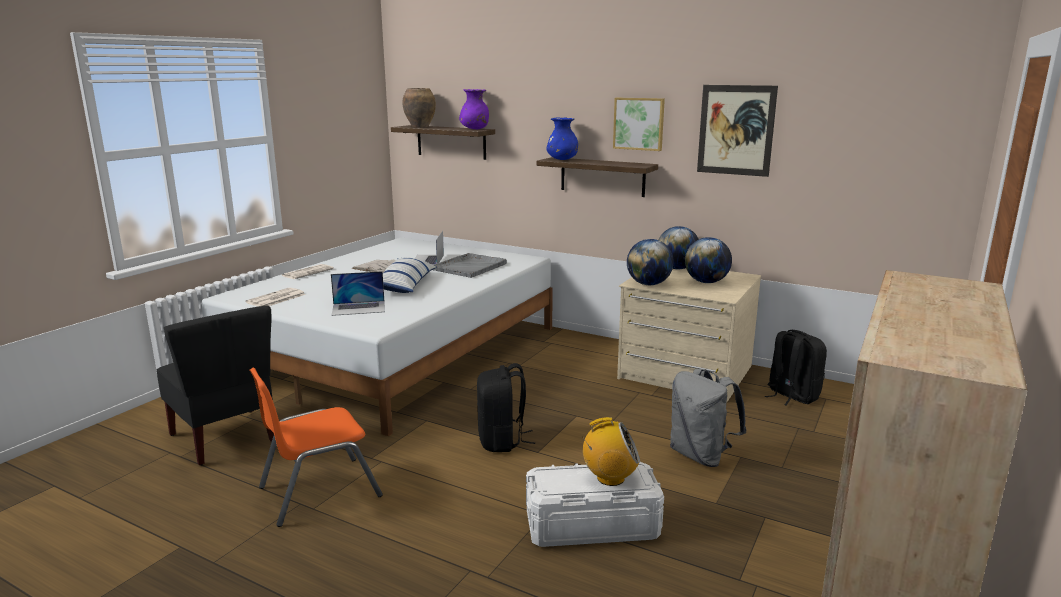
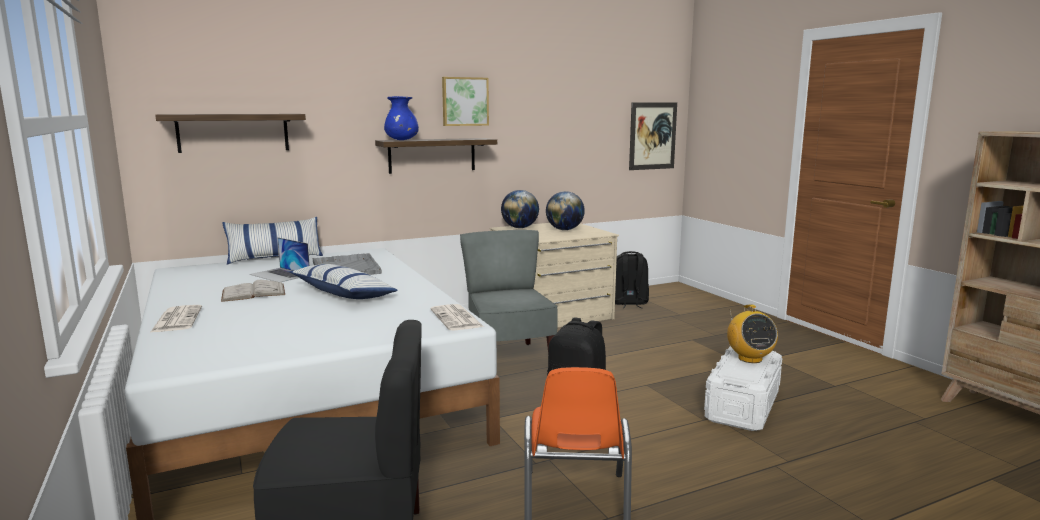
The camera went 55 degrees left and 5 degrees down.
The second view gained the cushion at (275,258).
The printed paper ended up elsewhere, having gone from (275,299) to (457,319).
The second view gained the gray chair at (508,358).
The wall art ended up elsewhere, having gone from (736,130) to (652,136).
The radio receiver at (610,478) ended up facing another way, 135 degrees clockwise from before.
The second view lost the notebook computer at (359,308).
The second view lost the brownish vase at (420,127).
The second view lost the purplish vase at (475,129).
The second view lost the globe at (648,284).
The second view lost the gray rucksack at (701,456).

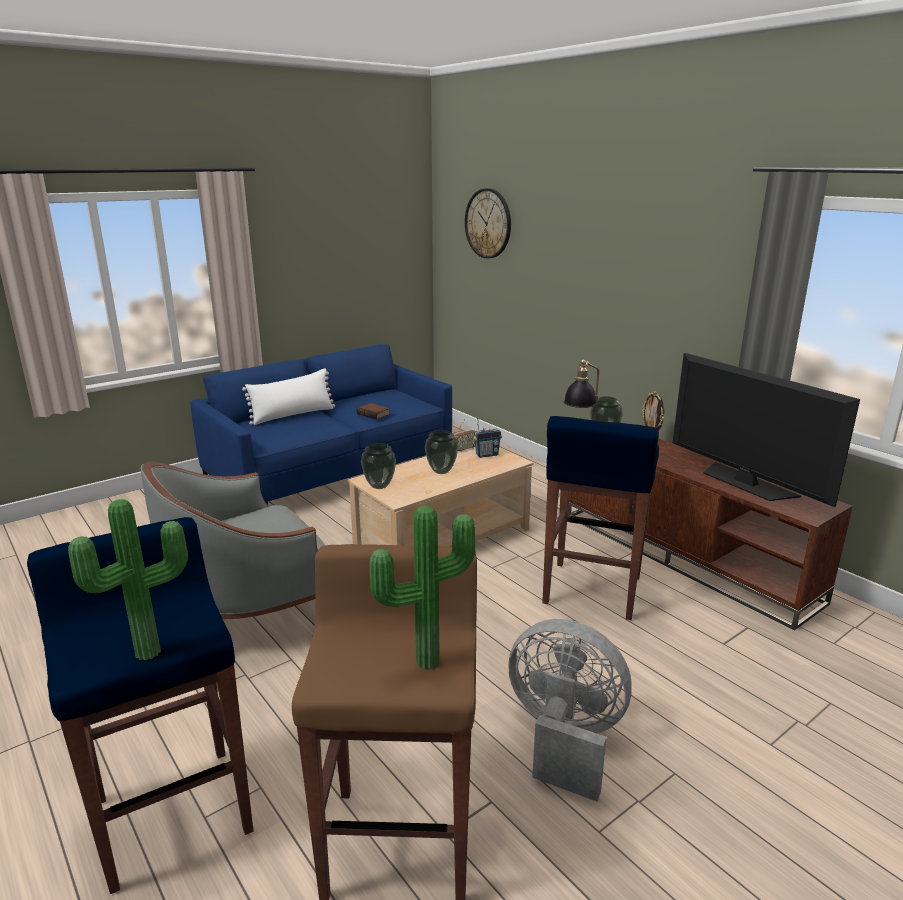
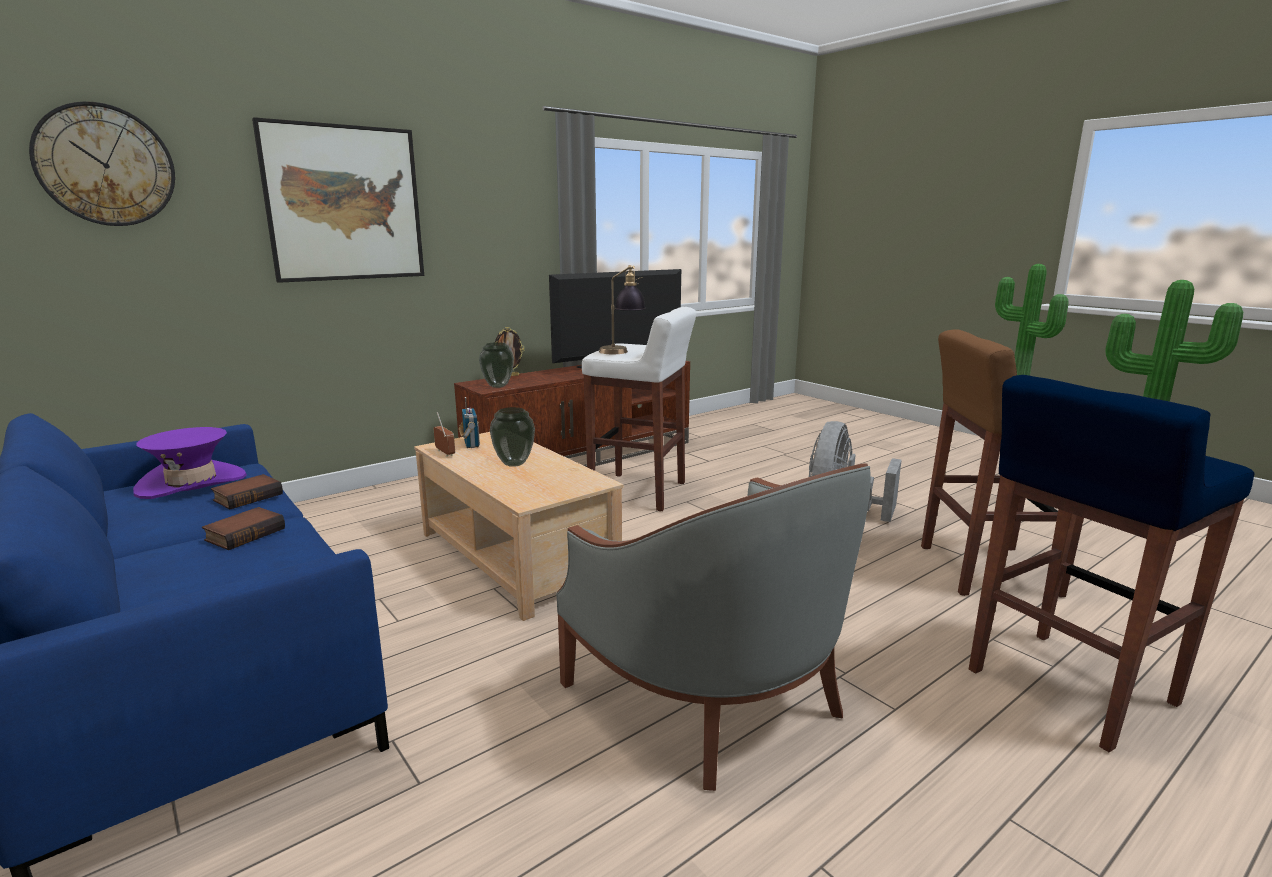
The camera went 90 degrees left and 5 degrees down.
The second view gained the purplish clothing hat at (191,483).
The second view gained the bound book at (245,533).
The second view gained the wall art at (344,204).
What was the blue stool seat at (591,591) turned into the white stool seat at (640,492).
The second view lost the white cushion at (293,415).
The second view lost the vase at (379,486).

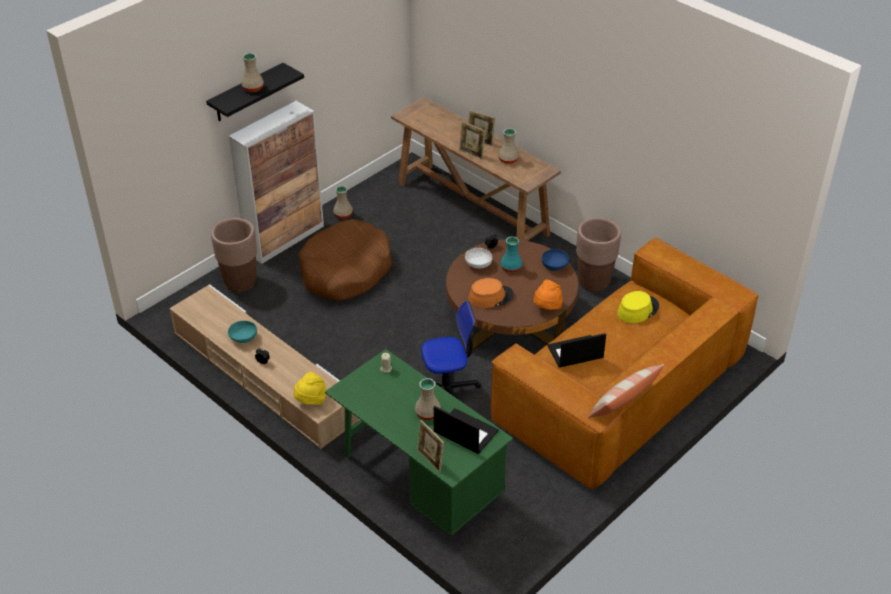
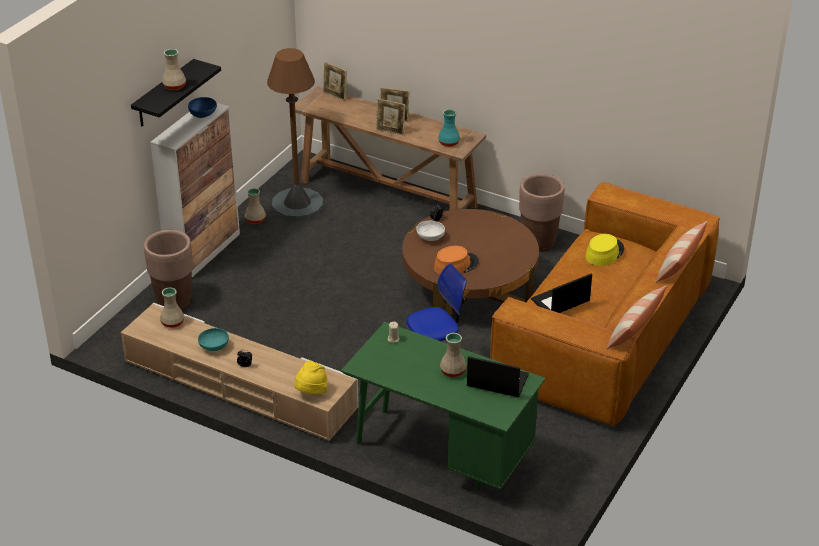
The camera went 15 degrees left and 5 degrees down.
The beige vase ended up elsewhere, having gone from (508,160) to (172,323).
The blue deep dish ended up elsewhere, having gone from (555,266) to (203,114).
The second view gained the brownish standing lamp at (297,203).
The picture frame ended up elsewhere, having gone from (430,460) to (335,96).
The turquoise vase ended up elsewhere, having gone from (511,267) to (448,142).
The second view gained the cushion at (679,264).
The second view lost the brownish pet bed at (345,271).
The second view lost the orange-coloured clothing hat at (547,307).

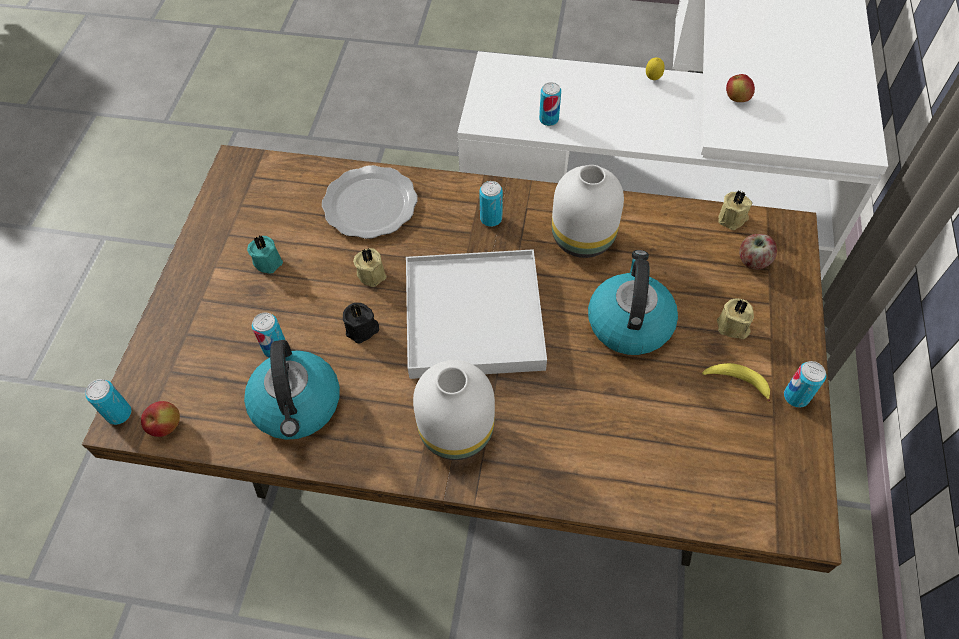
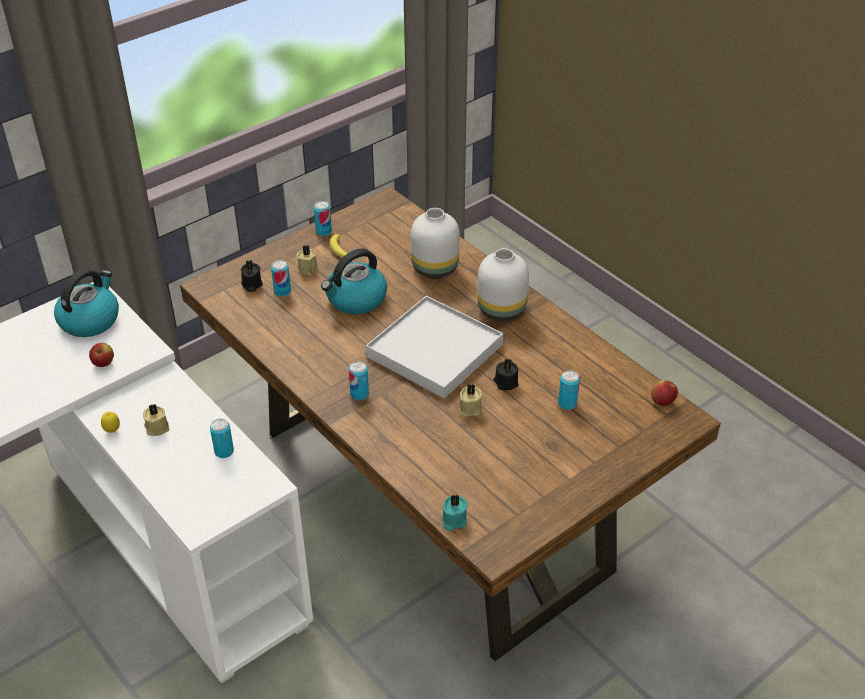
The camera went 140 degrees left and 15 degrees down.
The water kettle ended up elsewhere, having gone from (297,406) to (90,320).
The beige wax candle ended up elsewhere, having gone from (733,218) to (156,427).
Where the whole apple stood at (753,261), the black wax candle came to stand at (251,285).
The can ended up elsewhere, having gone from (119,414) to (282,292).
The white vase ended up elsewhere, having gone from (584,238) to (434,267).
The turquoise wax candle ended up elsewhere, having gone from (268,261) to (453,520).
The second view lost the dinner plate at (370,203).

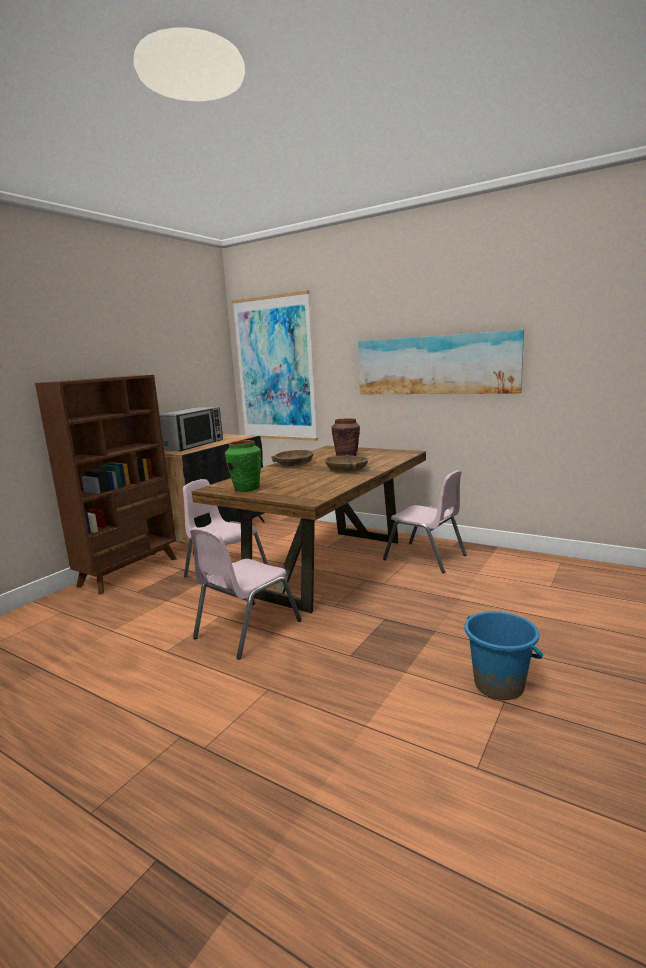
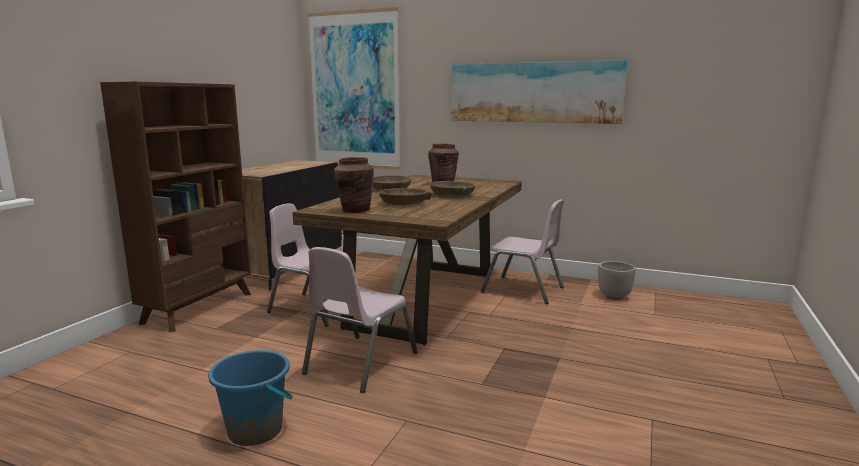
The camera went 10 degrees left and 0 degrees up.
The blue pail ended up elsewhere, having gone from (499,685) to (256,430).
What was the greenish vase at (246,489) turned into the brownish vase at (355,210).
The second view gained the brownish deep dish at (404,203).
The second view gained the gray flower pot at (614,296).
The second view lost the microwave oven at (192,445).

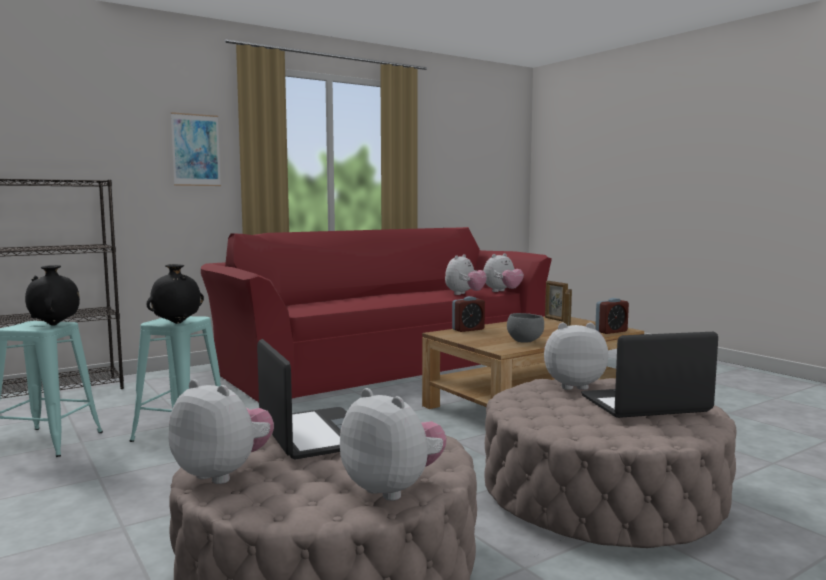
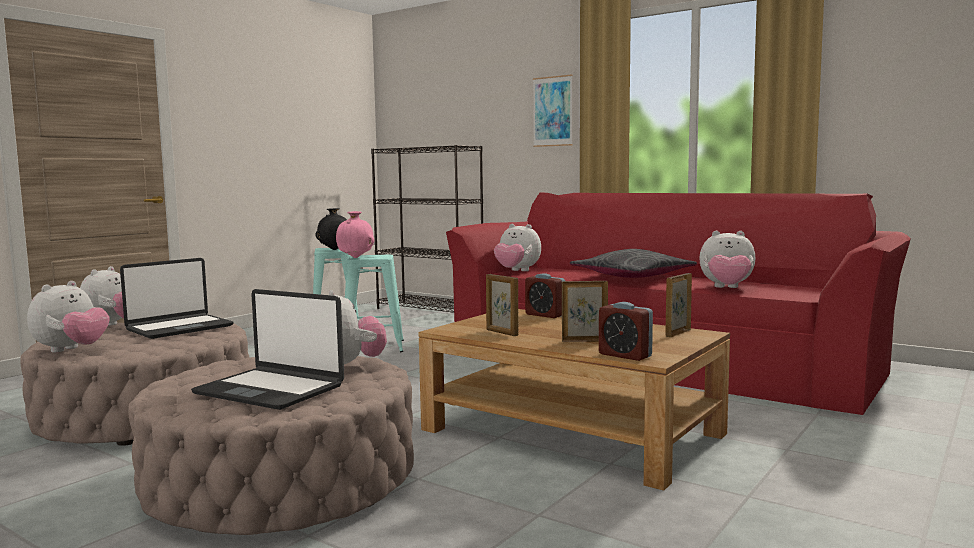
The camera went 70 degrees right and 0 degrees up.
The notebook computer at (645,405) ended up facing another way, 150 degrees clockwise from before.
What was the black vase at (177,323) turned into the pink-coloured vase at (356,258).
Where the gray deep dish stood at (525,341), the picture frame came to stand at (501,333).
The plush toy ended up elsewhere, having gone from (502,291) to (517,271).
The second view gained the gray cushion at (632,277).

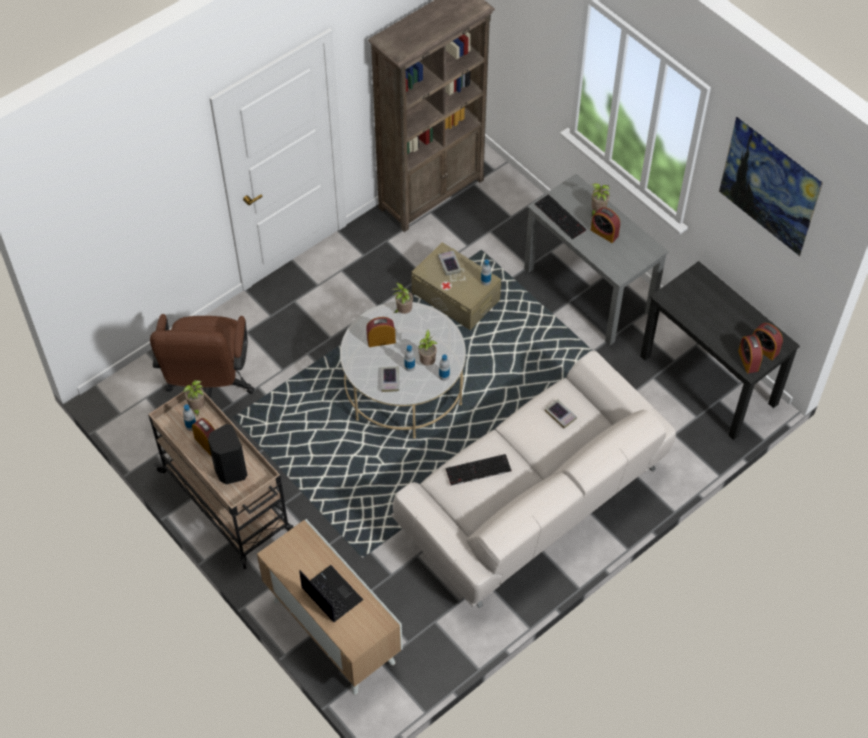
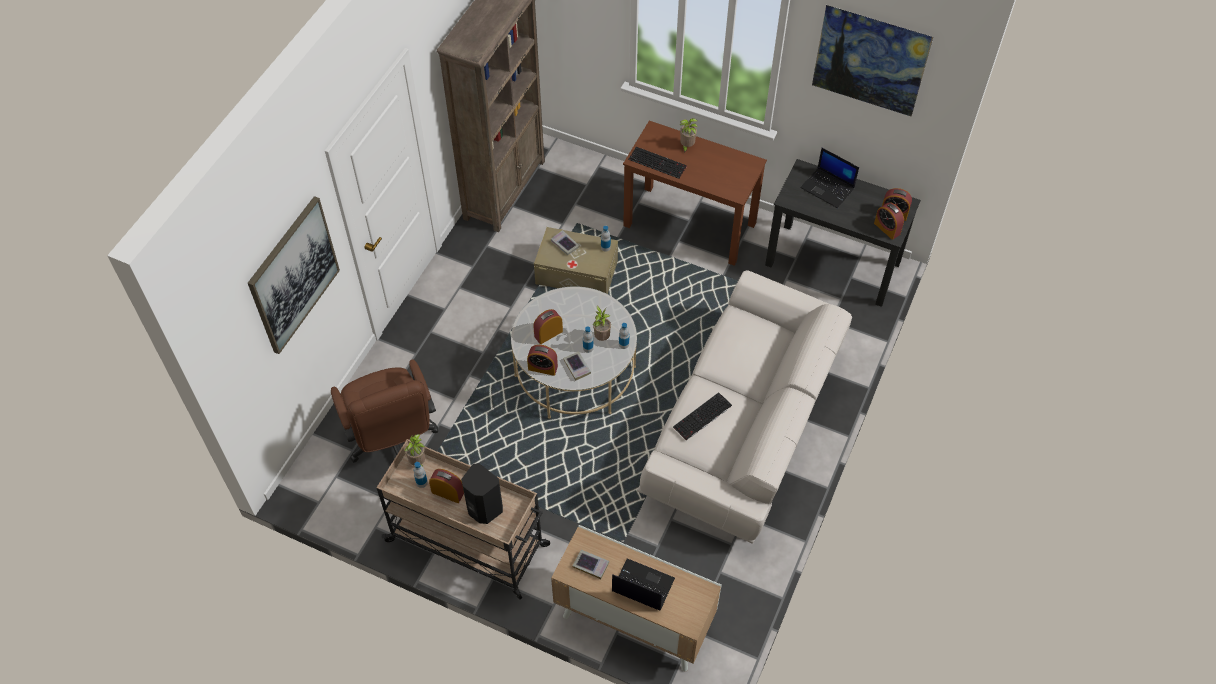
The camera went 25 degrees left and 0 degrees up.
The second view gained the wall art at (293,275).
The table clock ended up elsewhere, having gone from (604,233) to (542,368).
The bound book ended up elsewhere, having gone from (560,415) to (591,565).
What was the gray desk table at (589,290) turned into the brownish desk table at (690,224).
The second view gained the notebook computer at (828,188).
The second view lost the potted plant at (403,311).

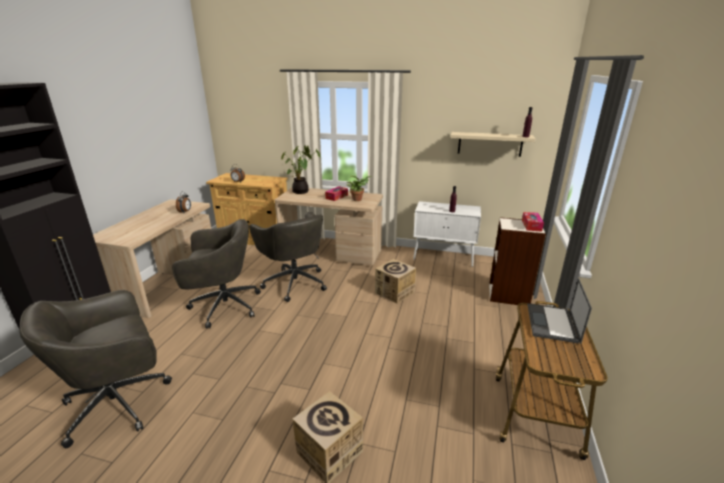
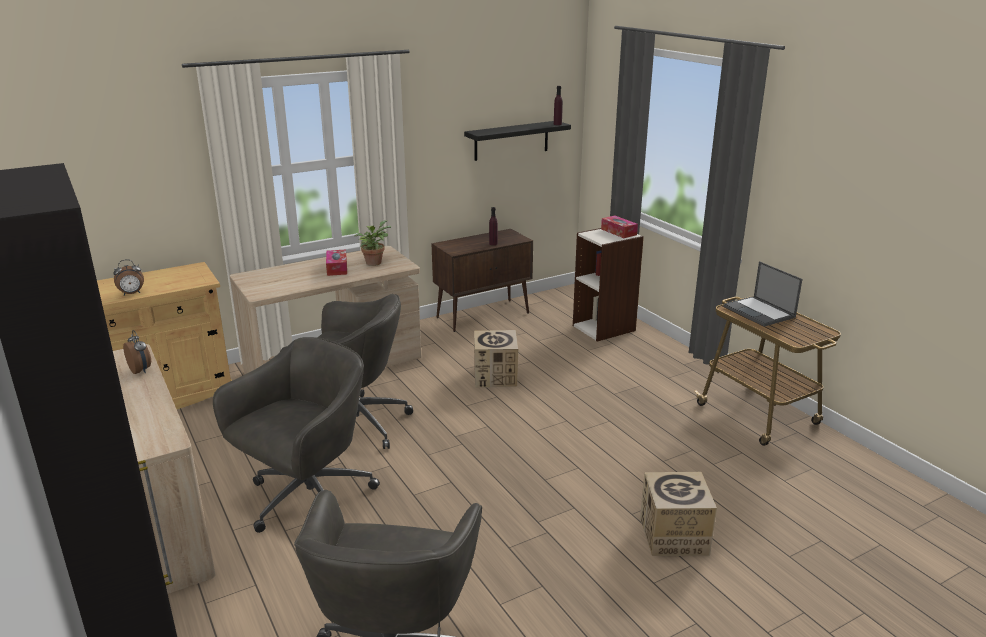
The camera went 45 degrees left and 0 degrees up.
What was the white storage cabinet at (444,257) turned into the brownish storage cabinet at (483,315).
What was the beige shelf at (490,144) turned into the black shelf at (511,140).
The second view lost the potted plant at (301,192).

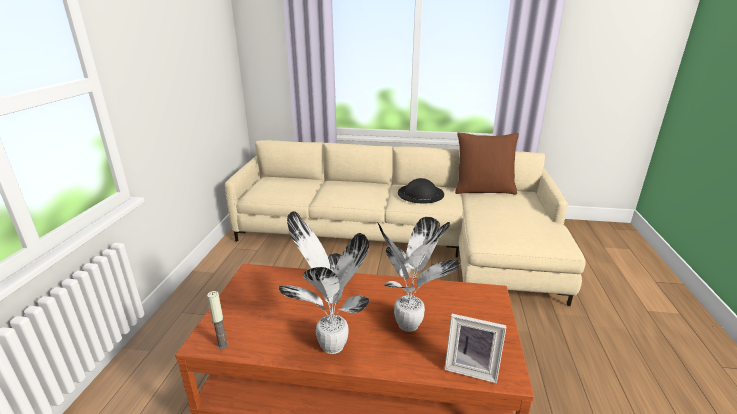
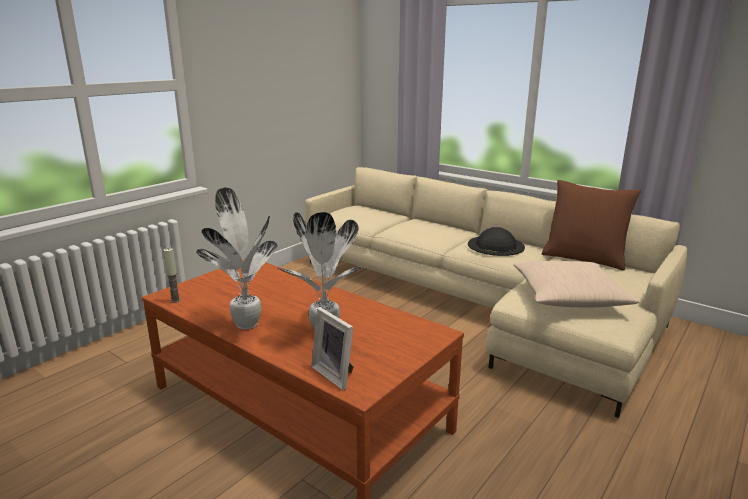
The camera went 30 degrees right and 5 degrees down.
The second view gained the beige cushion at (568,296).

